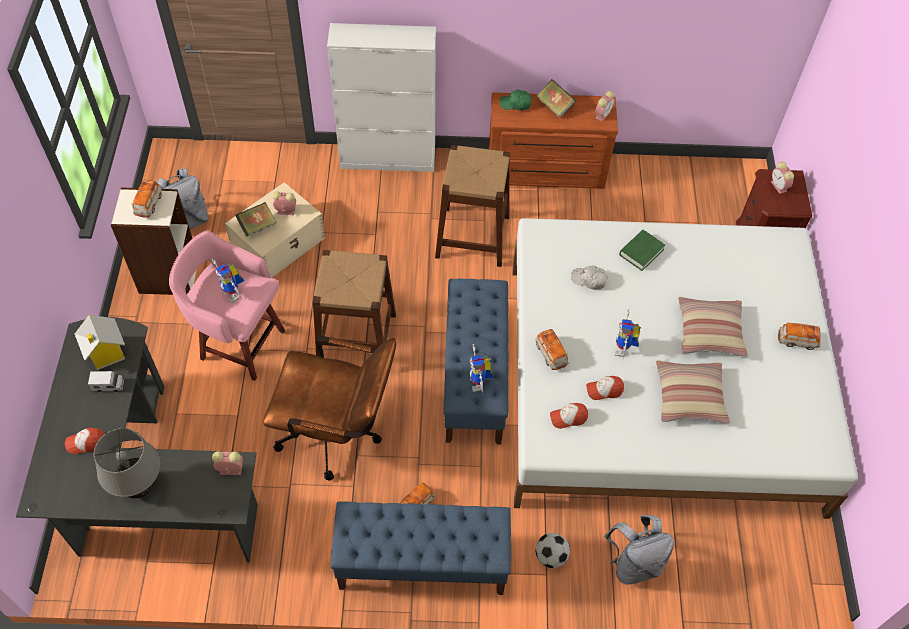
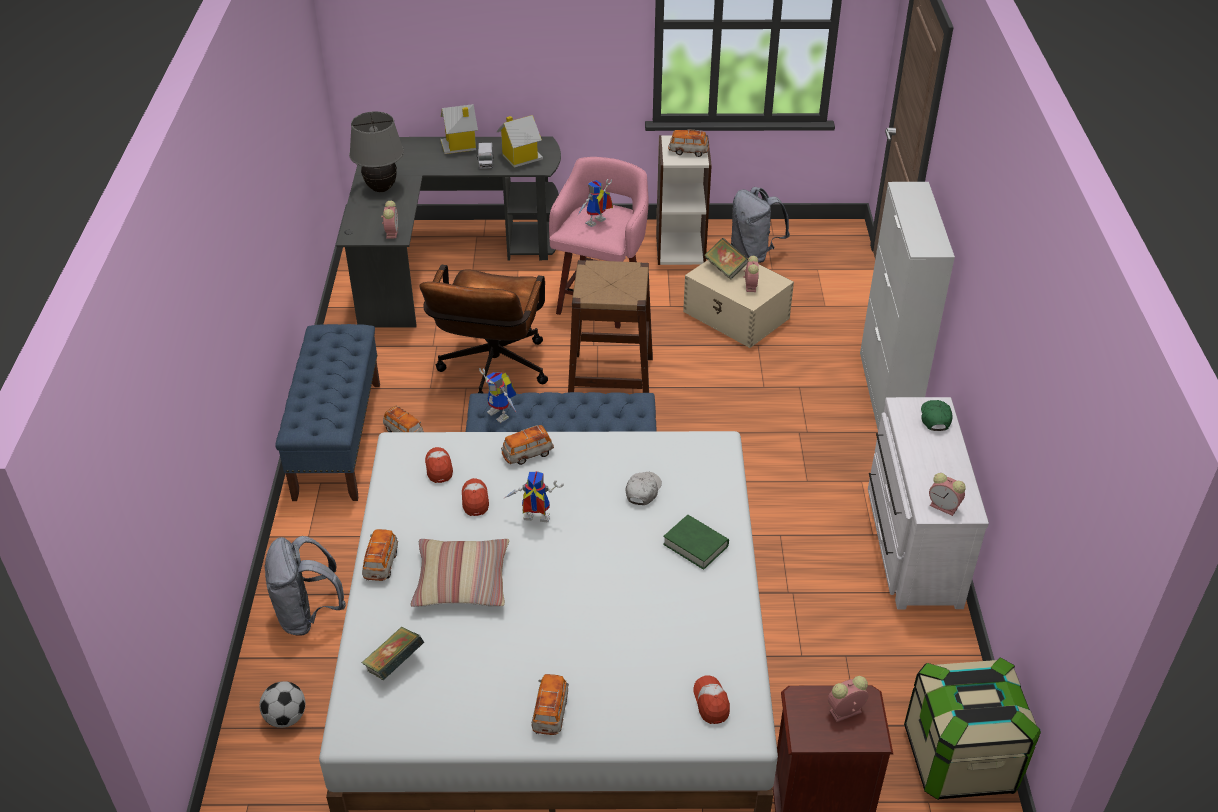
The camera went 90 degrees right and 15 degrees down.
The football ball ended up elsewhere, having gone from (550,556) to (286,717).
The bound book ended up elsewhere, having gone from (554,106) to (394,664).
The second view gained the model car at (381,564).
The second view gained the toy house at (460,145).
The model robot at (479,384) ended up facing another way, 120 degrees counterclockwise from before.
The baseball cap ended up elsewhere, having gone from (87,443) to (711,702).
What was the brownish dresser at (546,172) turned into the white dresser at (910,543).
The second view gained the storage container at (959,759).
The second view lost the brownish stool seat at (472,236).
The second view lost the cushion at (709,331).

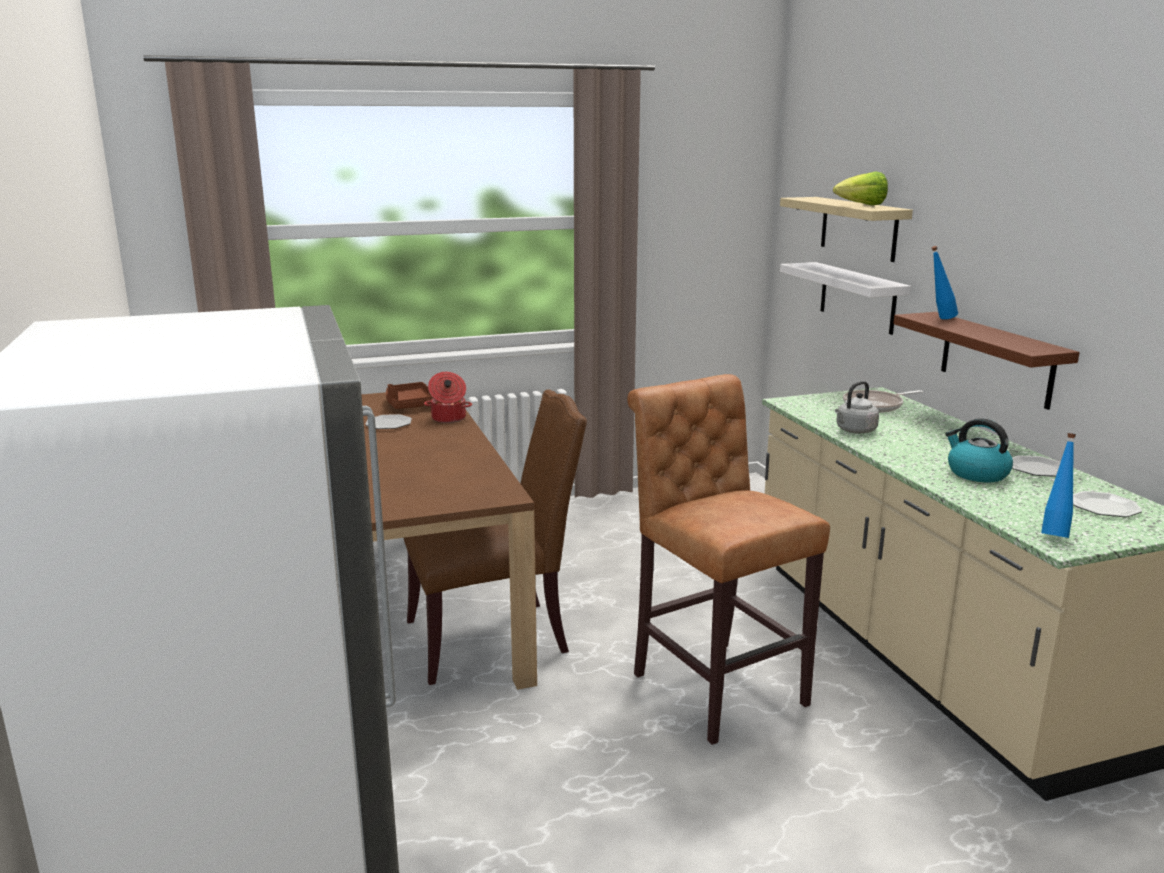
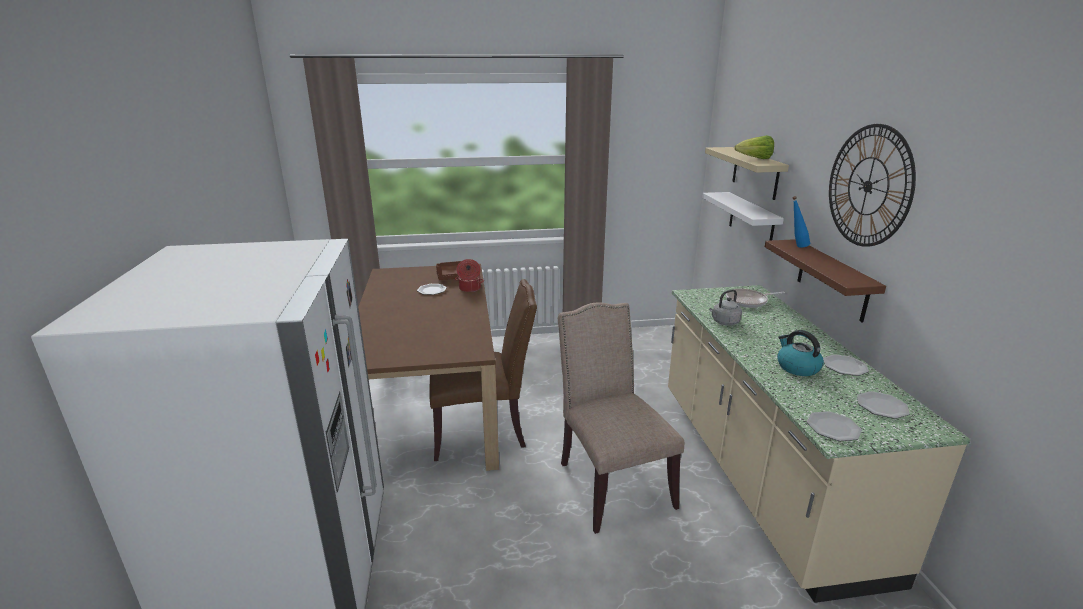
The camera went 10 degrees right and 5 degrees up.
Where the brownish stool seat stood at (713,685), the beige chair came to stand at (610,482).
Where the blue bottle stood at (1054,534), the dinner plate came to stand at (833,428).
The second view gained the wall clock at (868,186).

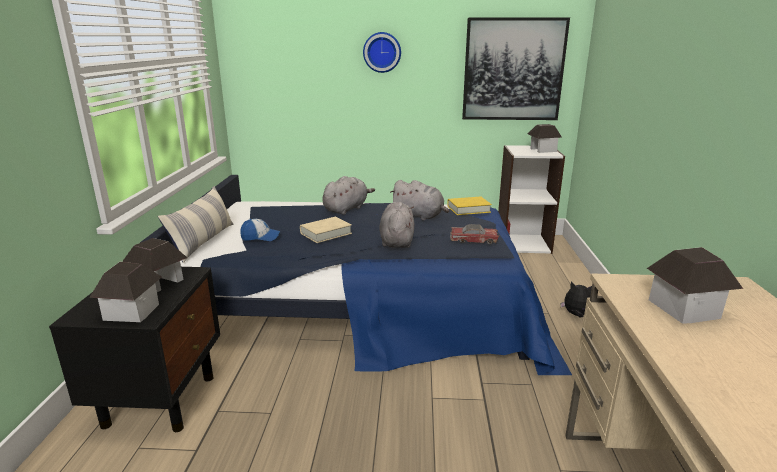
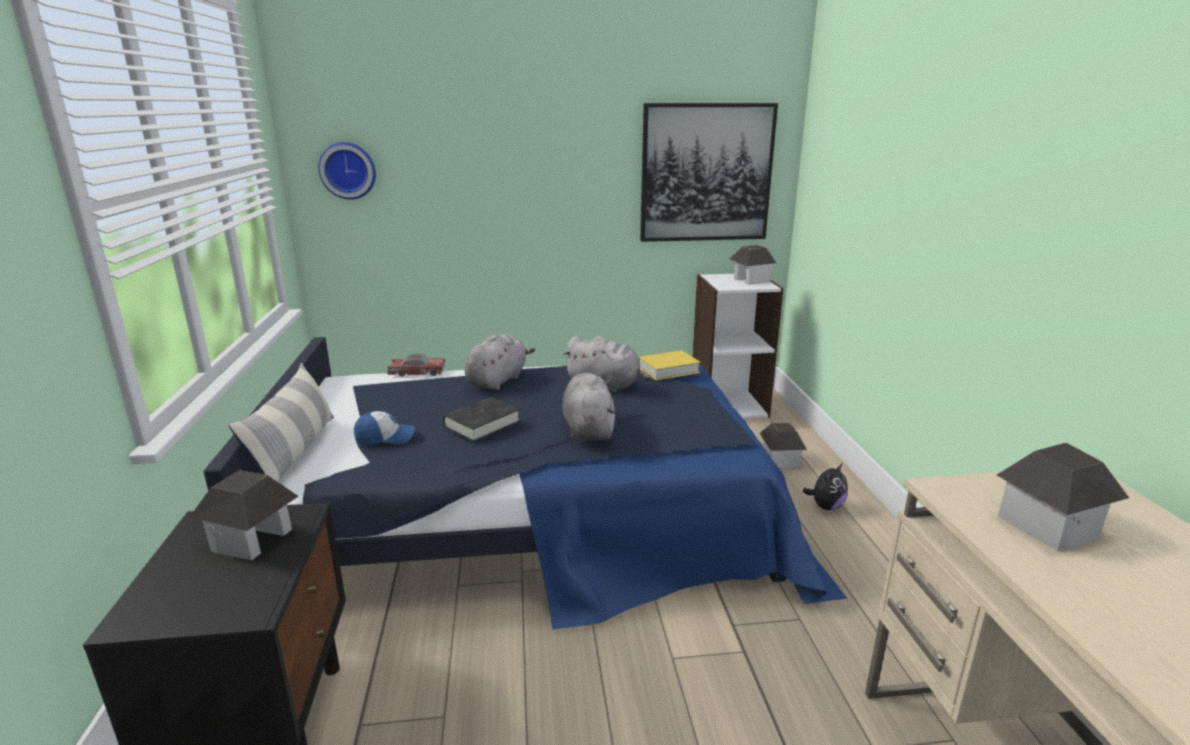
The camera went 10 degrees left and 0 degrees up.
The wall clock ended up elsewhere, having gone from (382,52) to (348,170).
The model car ended up elsewhere, having gone from (473,240) to (417,372).
What was the beige bound book at (326,233) turned into the black bound book at (482,424).
The toy house ended up elsewhere, having gone from (132,311) to (780,460).
The plush toy at (576,315) ended up facing another way, 120 degrees clockwise from before.

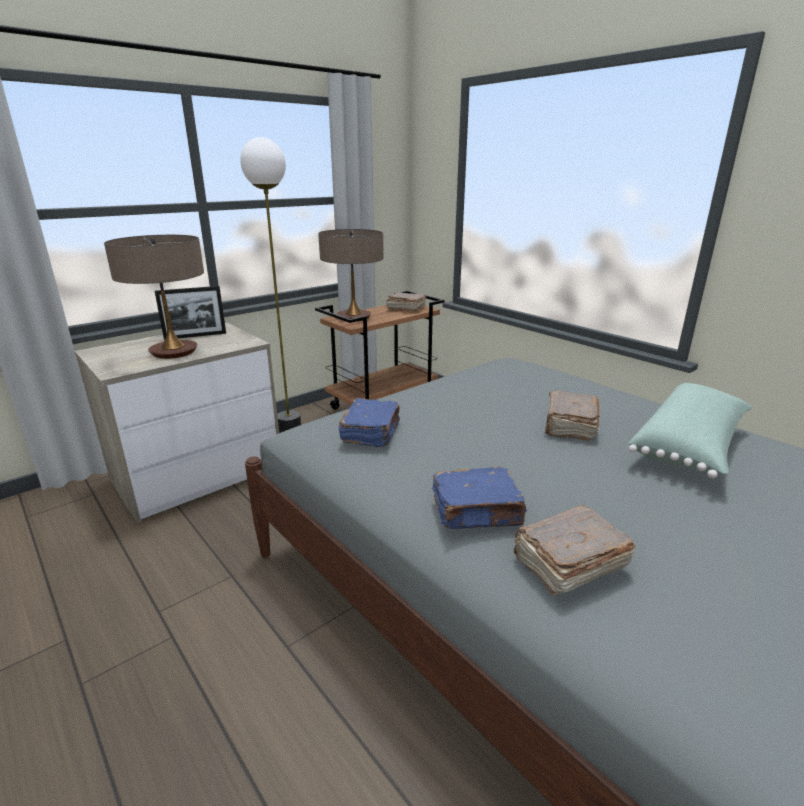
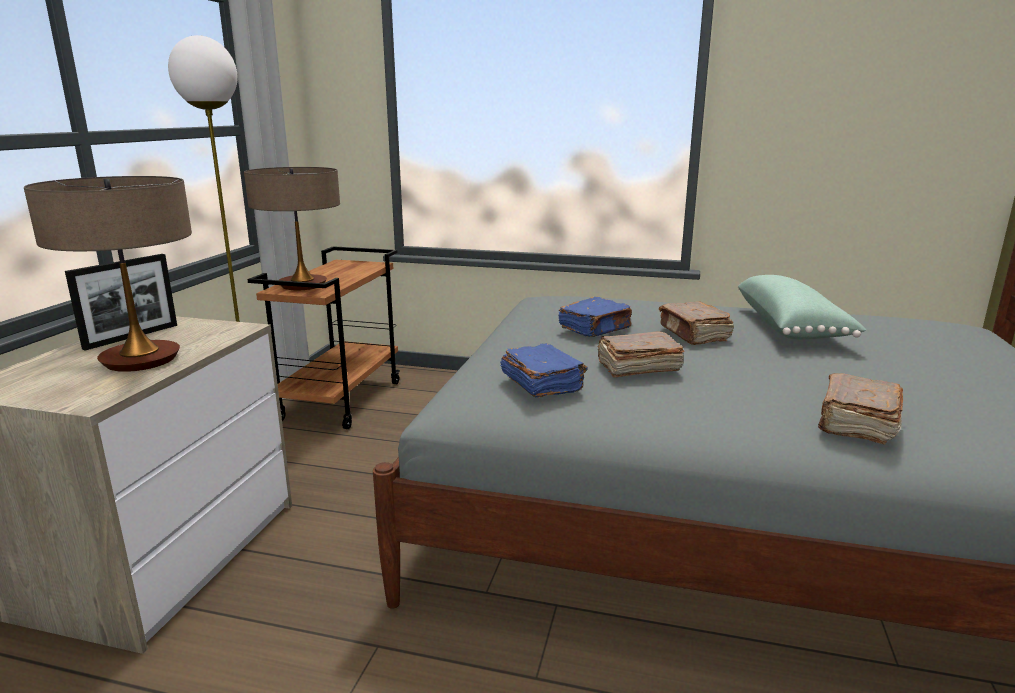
The camera went 35 degrees left and 5 degrees down.
The blue bound book ended up elsewhere, having gone from (477,512) to (595,329).
The brownish bound book ended up elsewhere, having gone from (405,308) to (637,368).

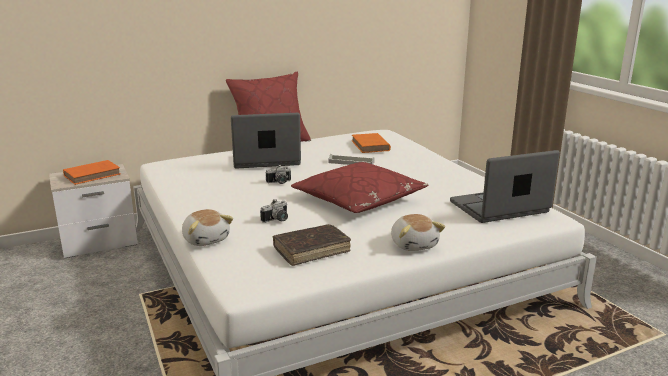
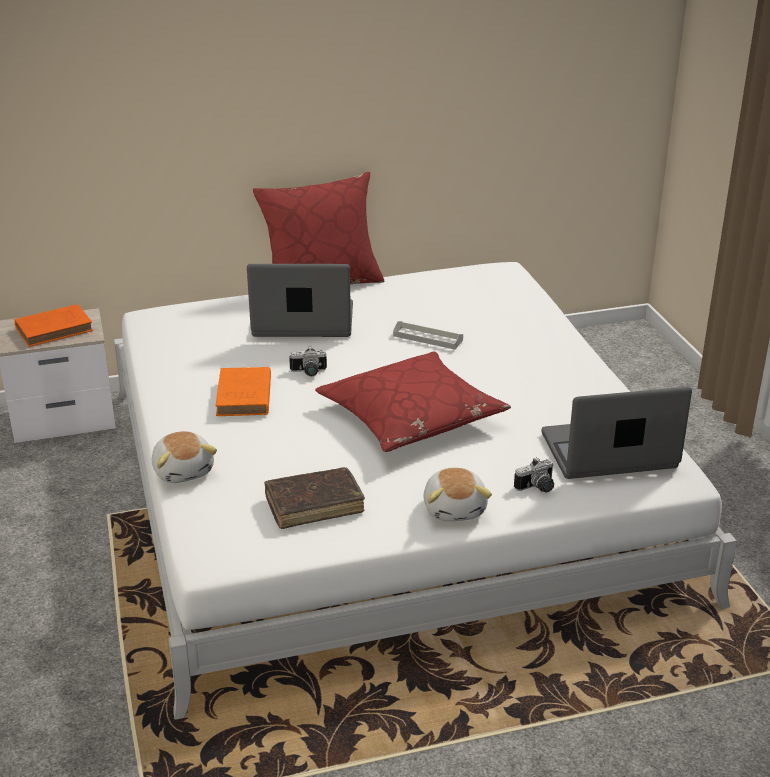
The camera went 10 degrees right and 10 degrees up.
The orange-coloured bound book ended up elsewhere, having gone from (370,146) to (244,397).
The still camera ended up elsewhere, having gone from (277,220) to (537,488).

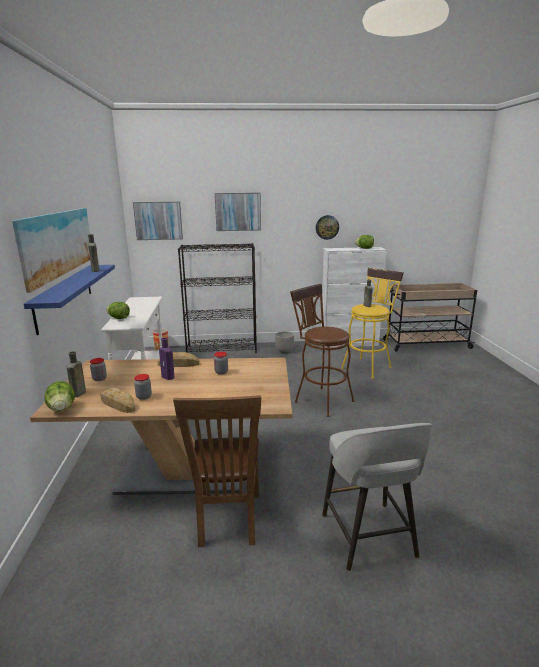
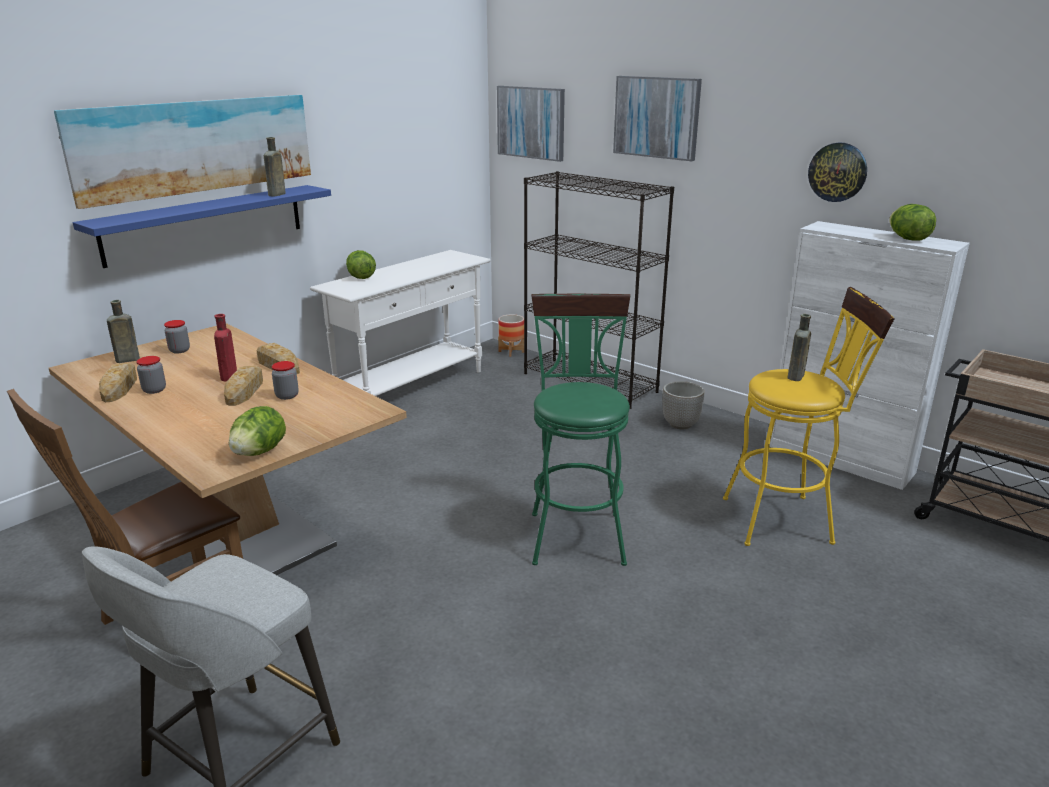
The camera went 45 degrees right and 5 degrees up.
What was the purplish bottle at (168,377) turned into the reddish bottle at (229,377).
The second view gained the bakery bread at (245,390).
The head of lettuce ended up elsewhere, having gone from (62,409) to (259,452).
What was the brownish stool seat at (320,400) turned into the greenish stool seat at (576,532).

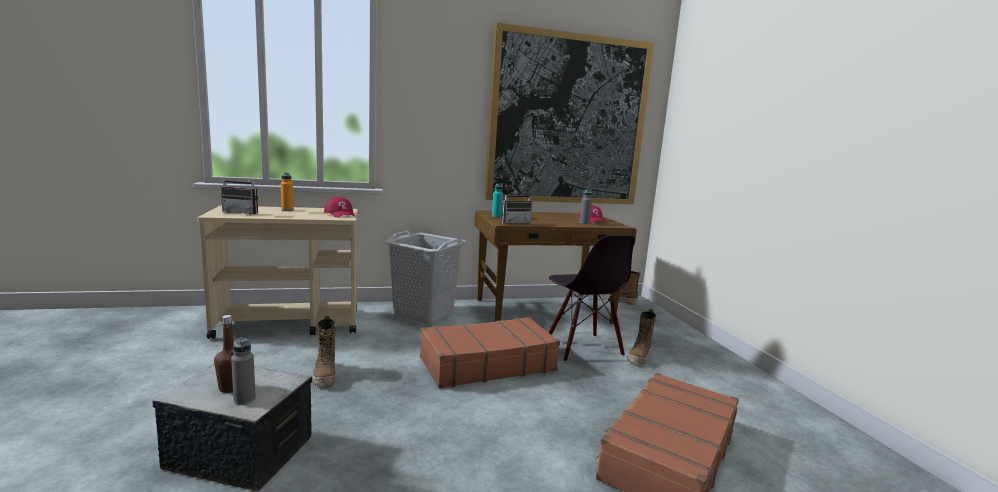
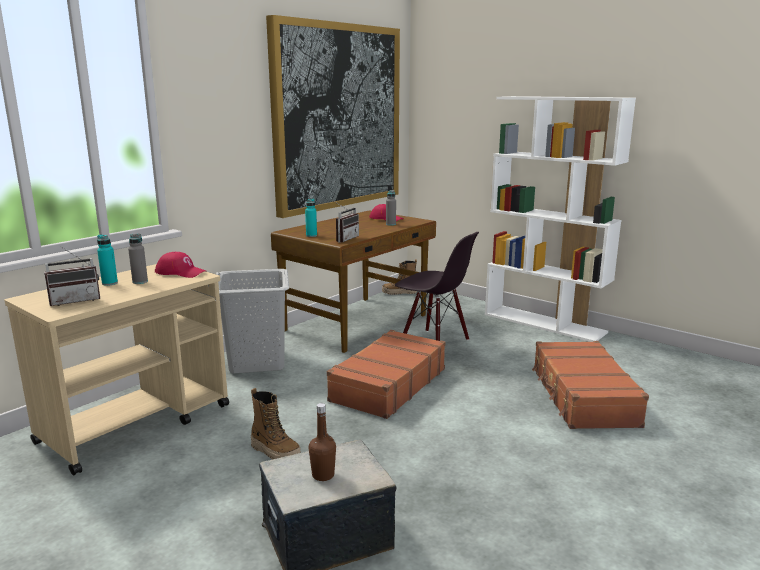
The camera went 35 degrees left and 5 degrees up.
What was the orange-coloured bottle at (287,210) turned into the turquoise bottle at (110,283).
The gray bottle ended up elsewhere, having gone from (244,400) to (140,282).
The second view gained the white bookcase at (545,323).
The second view lost the boot at (639,358).

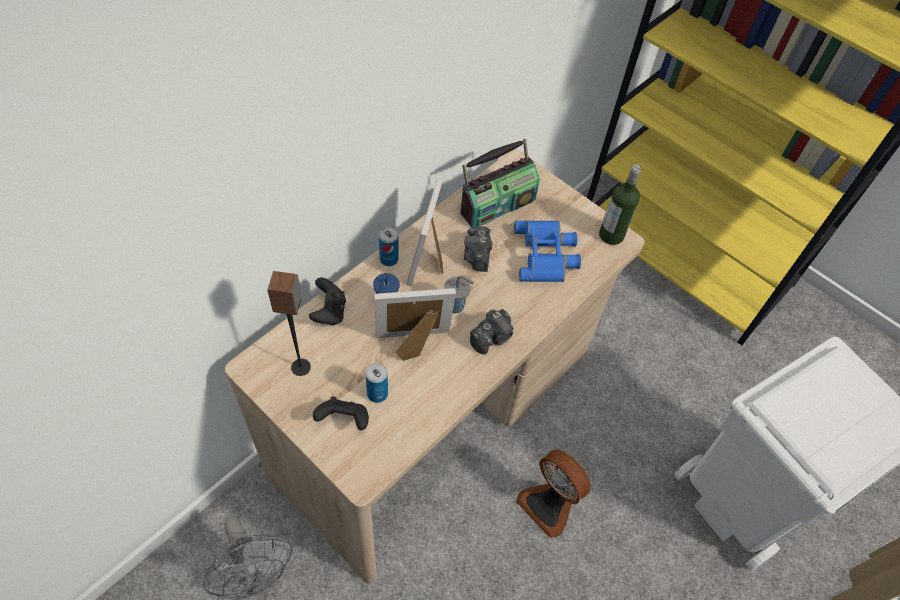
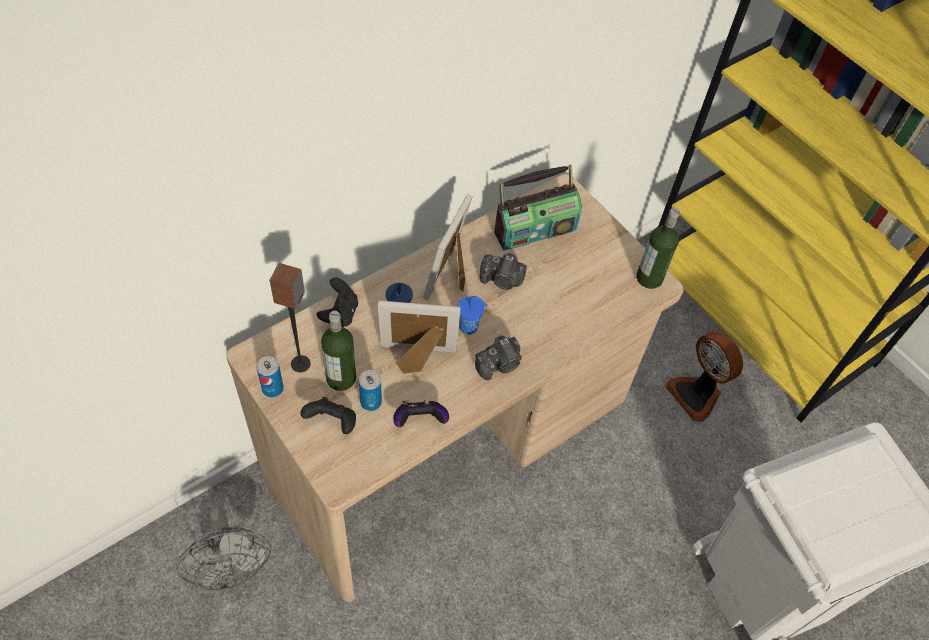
The camera went 10 degrees right and 0 degrees up.
The can ended up elsewhere, having gone from (389,259) to (273,388).
The second view gained the bottle at (341,378).
The second view gained the joypad at (420,421).
What was the gray small cup at (456,306) turned into the blue small cup at (469,327).
The still camera at (477,257) ended up facing another way, 90 degrees counterclockwise from before.
The electric fan ended up elsewhere, having gone from (549,504) to (696,394).
The second view lost the blue binoculars at (546,255).

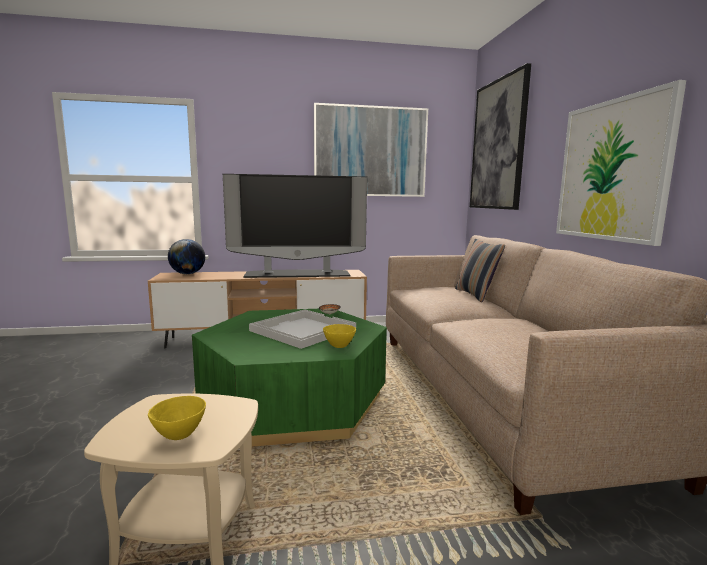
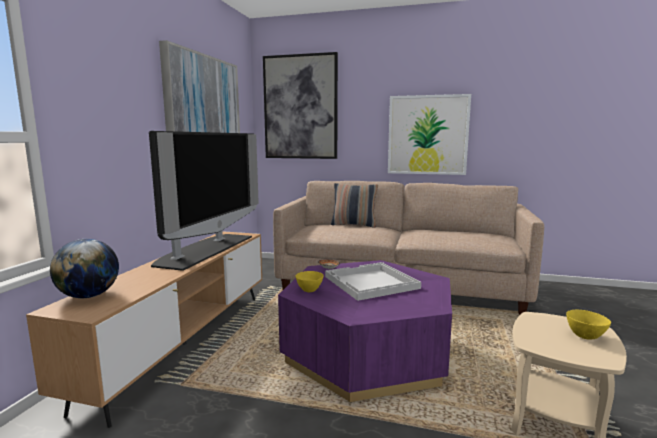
The camera went 65 degrees left and 0 degrees up.
What was the greenish coffee table at (294,401) turned into the purplish coffee table at (367,351).
The yellow deep dish ended up elsewhere, having gone from (339,346) to (309,290).

